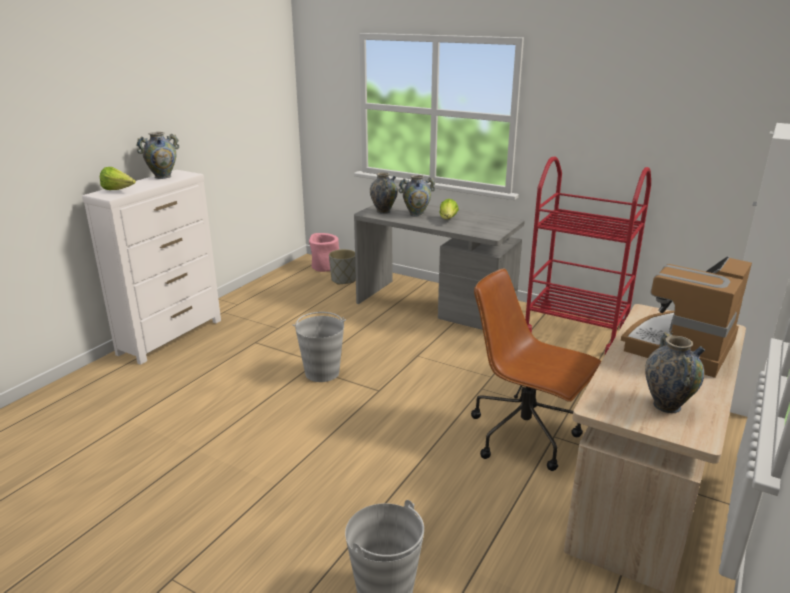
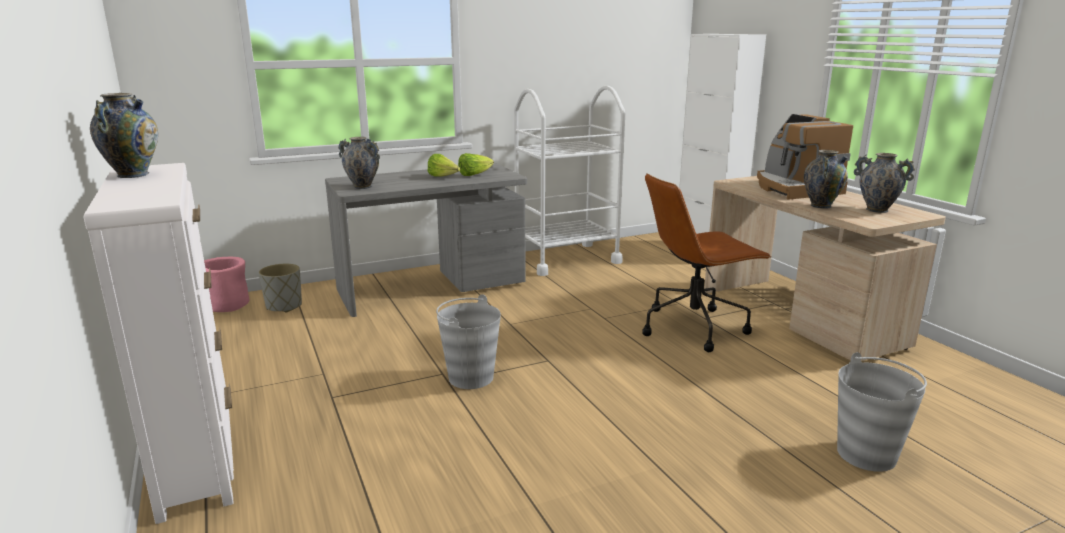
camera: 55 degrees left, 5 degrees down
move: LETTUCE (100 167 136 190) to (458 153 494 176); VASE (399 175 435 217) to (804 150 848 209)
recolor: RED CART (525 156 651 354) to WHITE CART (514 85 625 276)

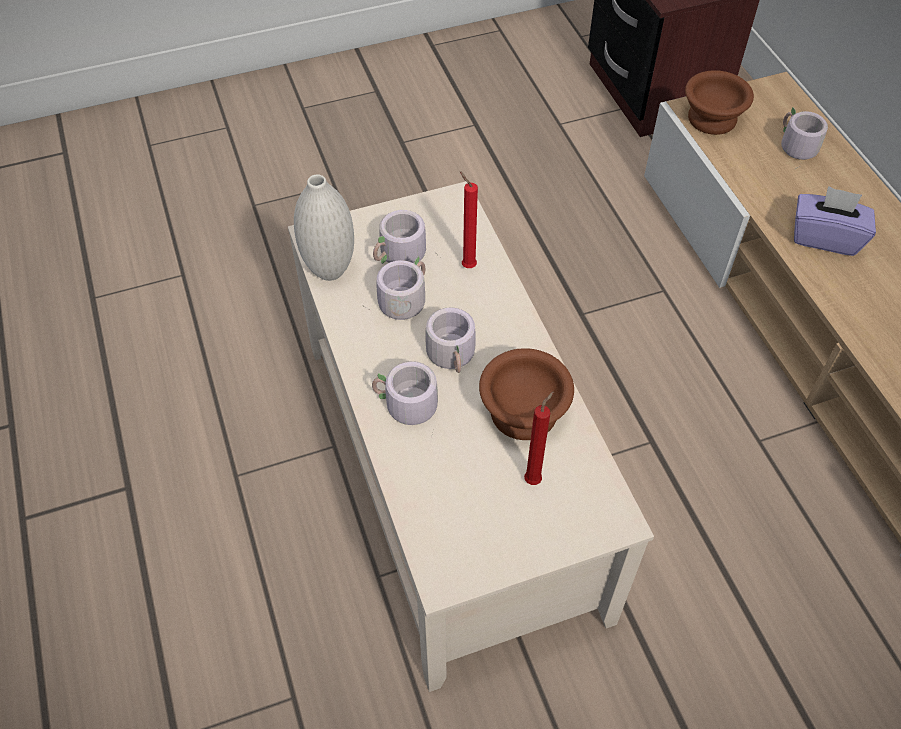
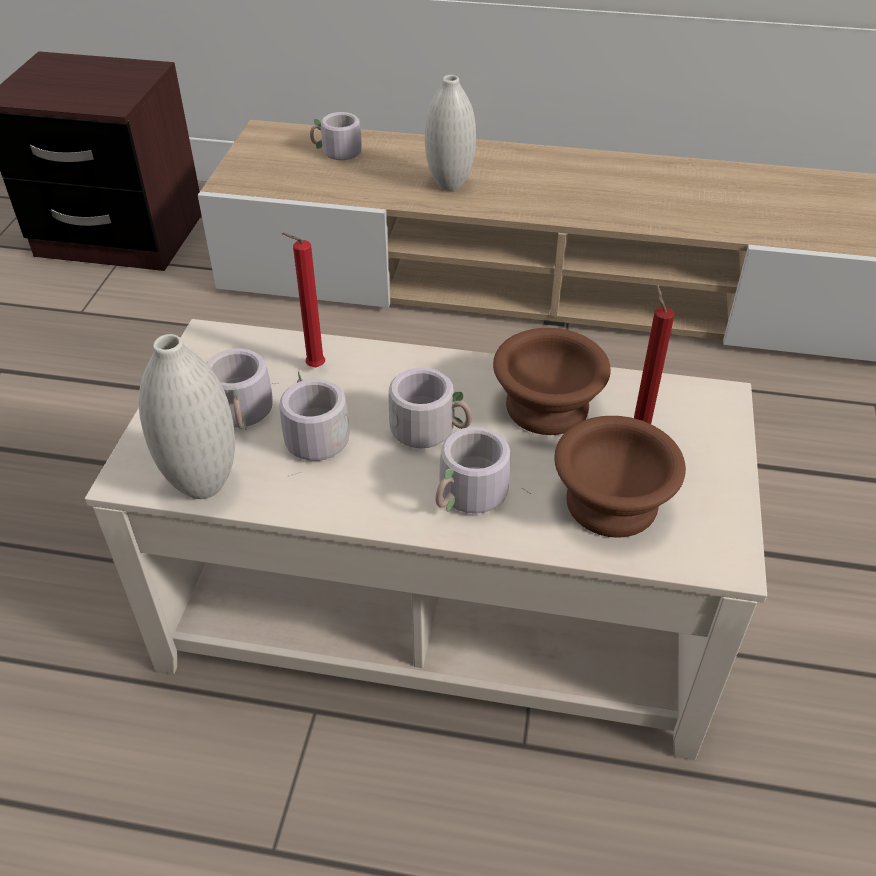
camera: 60 degrees left, 10 degrees down
move: BROWN BOWL (685 70 754 135) to (554 416 686 538)
replace: PURPLE TISSUE BOX (794 186 876 256) to WHITE VASE (425 75 476 191)

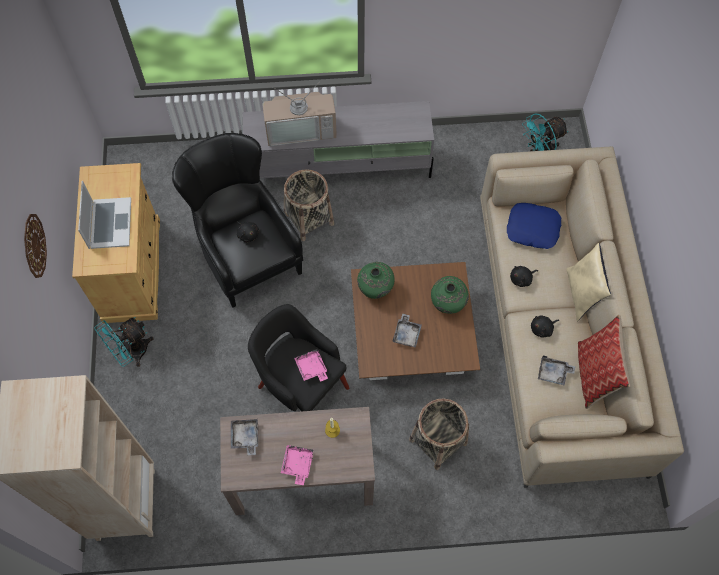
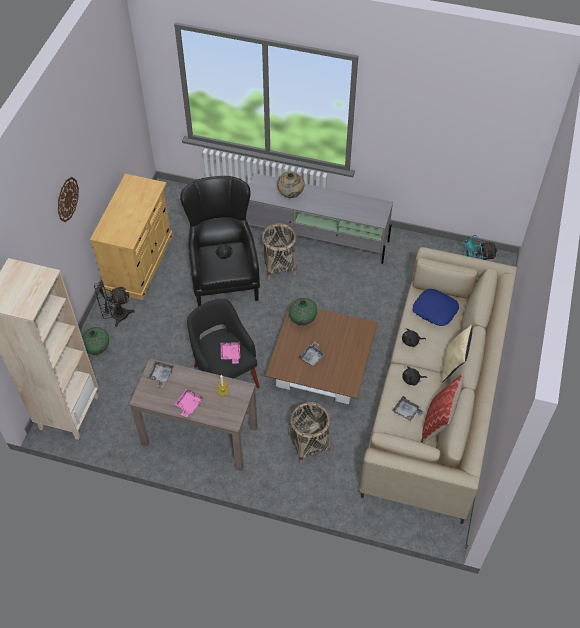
camera: 20 degrees right, 10 degrees down
delete: LAPTOP (78 181 131 249)
move: GREEN VASE (431 276 469 314) to (82 327 109 355)
replace: TELEVISION (262 82 337 146) to BEIGE VASE (277 172 305 198)
recolor: TURQUOISE FAN (94 317 154 367) to BLACK FAN (94 281 135 327)

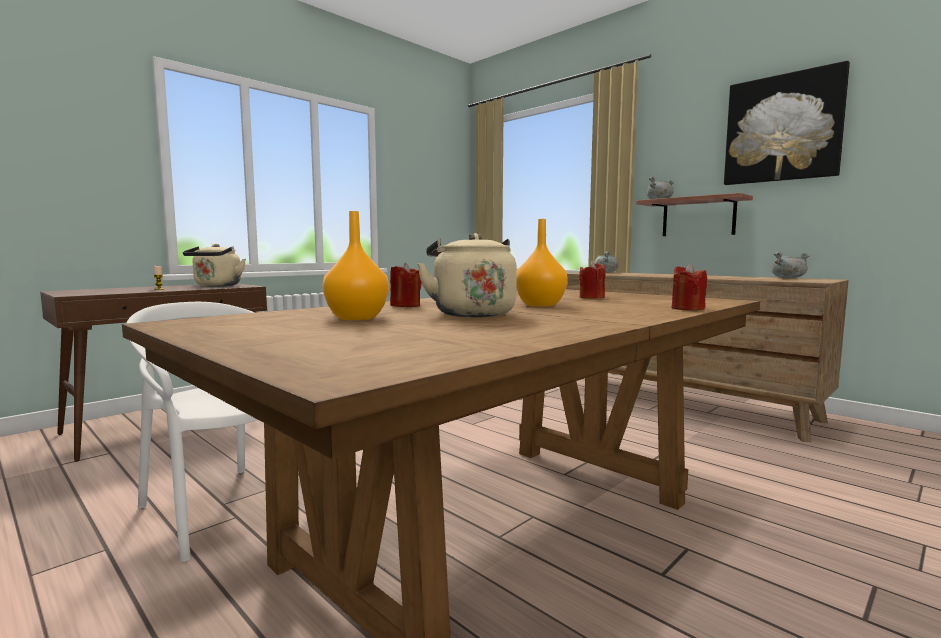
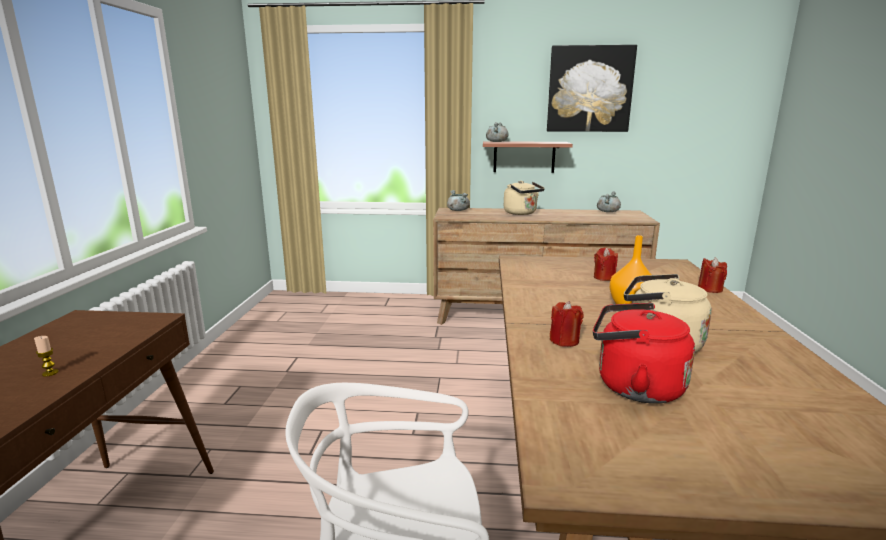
camera: 40 degrees left, 10 degrees up
move: BEIGE KETTLE (183 244 246 287) to (504 181 545 215)
replace: ORANGE VASE (323 211 389 320) to RED KETTLE (593 303 695 404)

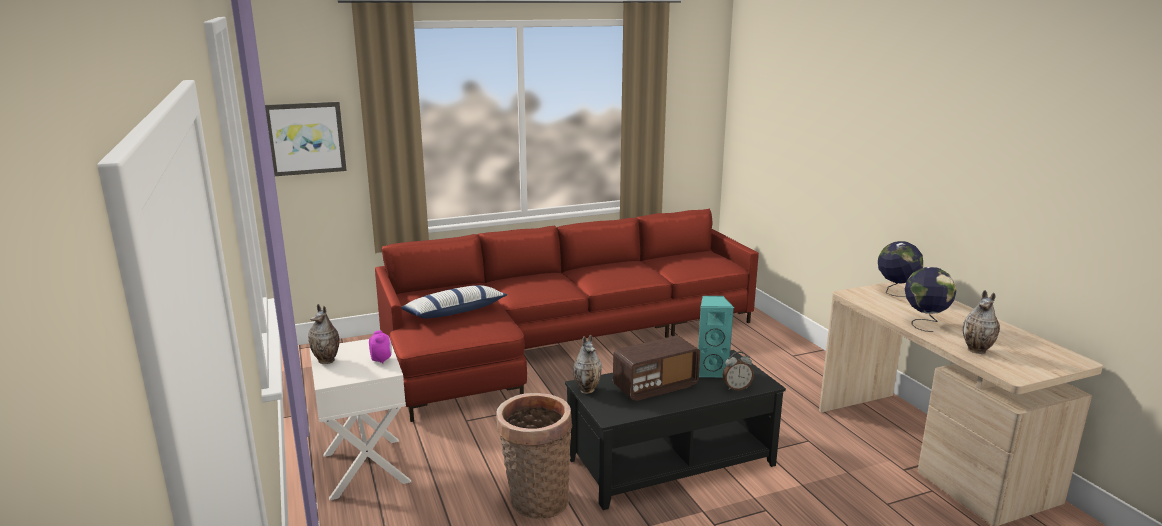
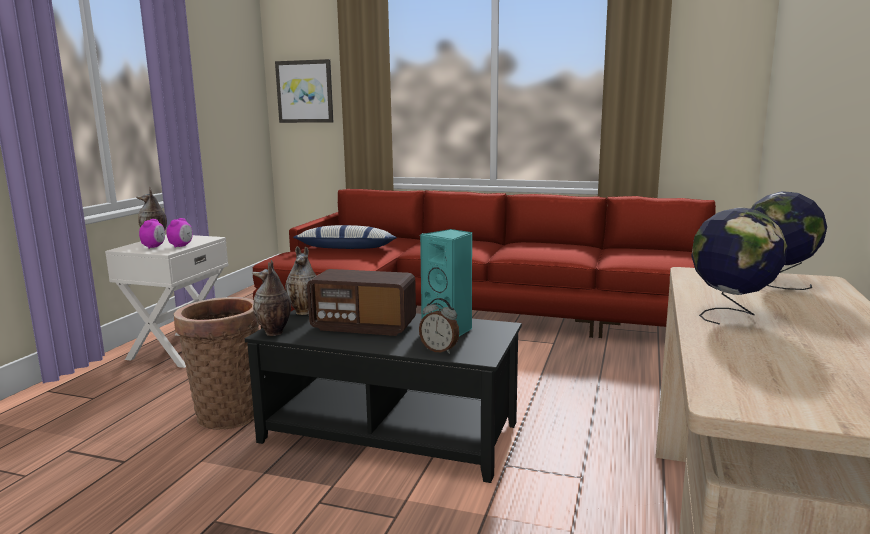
camera: 40 degrees right, 5 degrees down
insert: ALARM CLOCK (139 219 165 249)
move: VASE (962 290 1000 354) to (252 260 291 336)

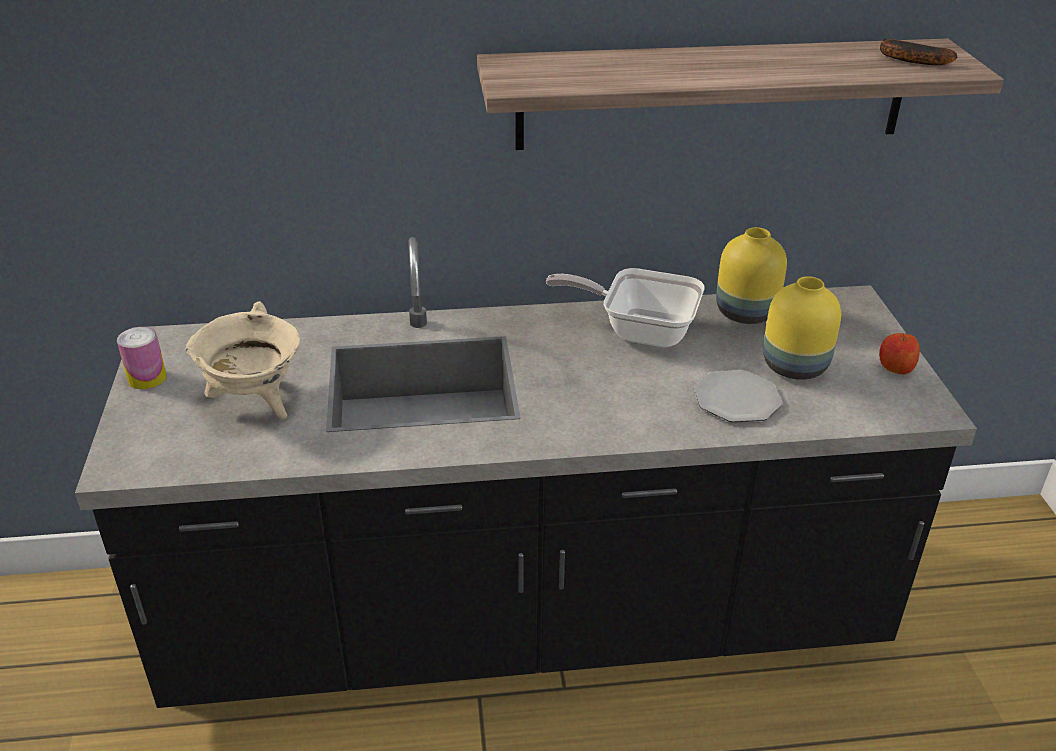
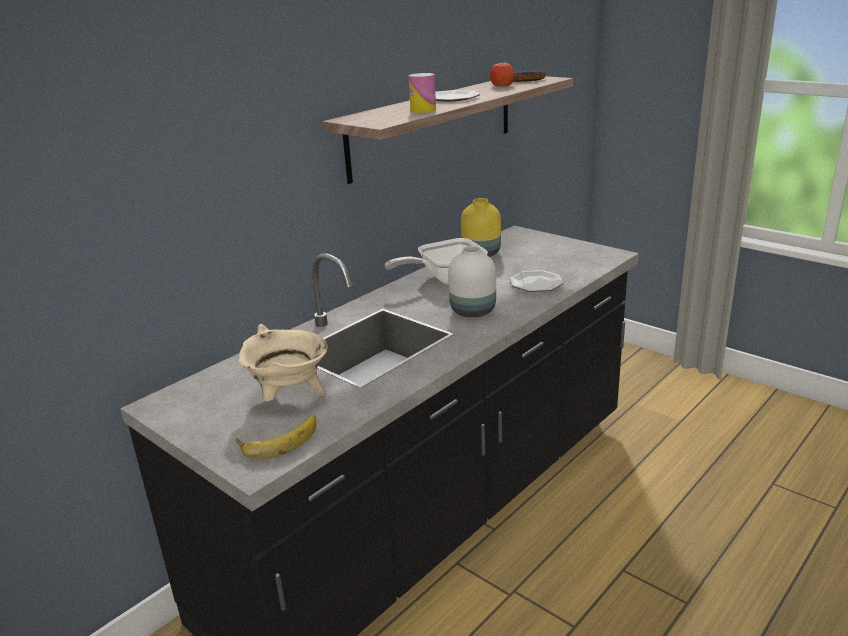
camera: 40 degrees left, 10 degrees down
delete: YELLOW VASE (763 276 841 380)
insert: PLATE (435 90 480 102); WHITE VASE (448 246 496 317); BANANA (236 415 317 459)
move: CAN (117 327 167 389) to (409 73 436 113); APPLE (879 333 920 374) to (490 60 514 86)

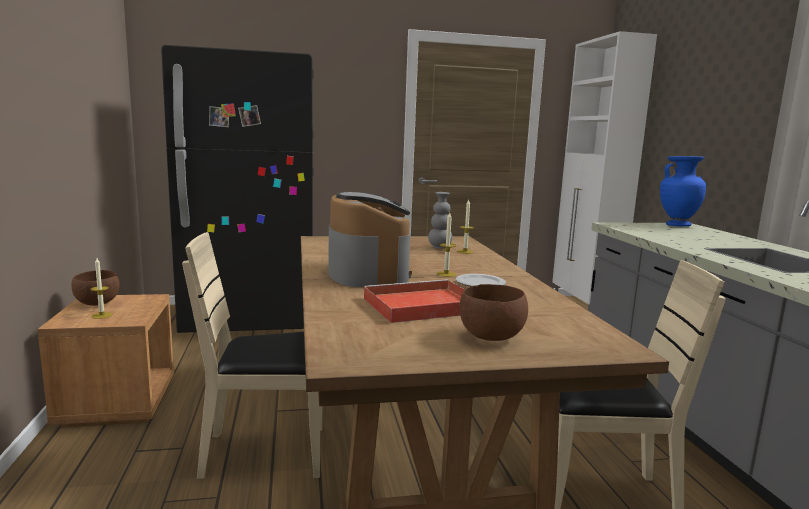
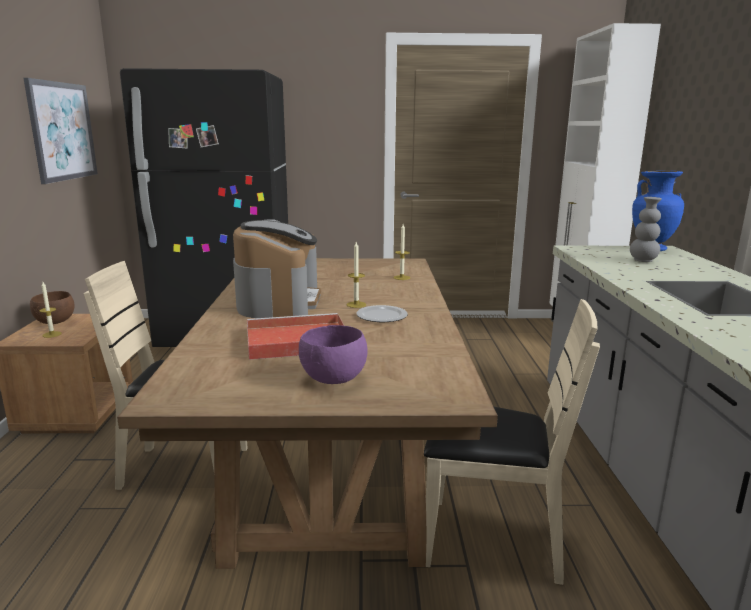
camera: 10 degrees right, 5 degrees up
insert: PICTURE (24 78 98 184)
move: GREY VASE (428 192 453 248) to (630 197 662 262)
recolor: BROWN BOWL (460 284 528 341) to PURPLE BOWL (299 325 368 384)

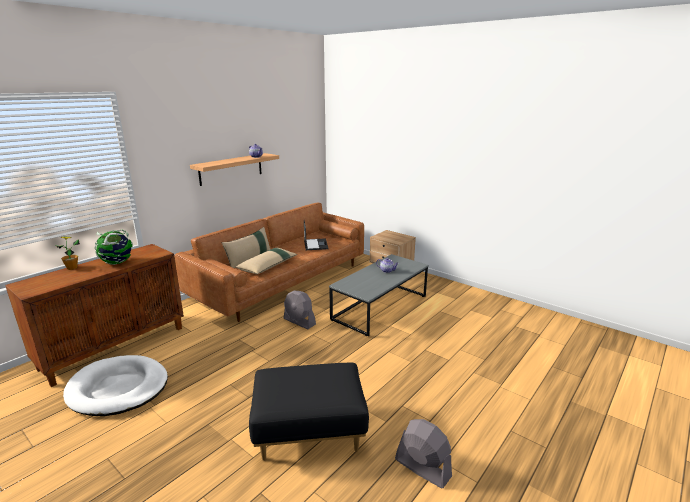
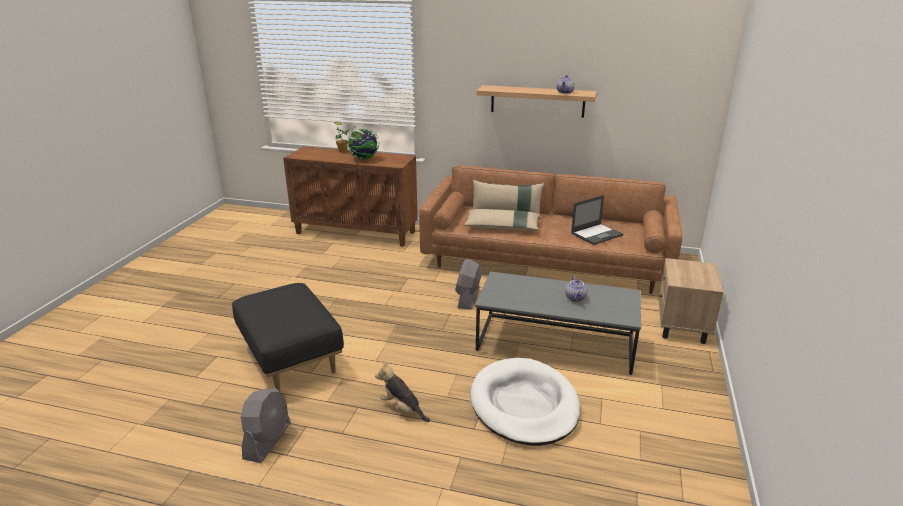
camera: 65 degrees right, 5 degrees up
insert: PLUSH TOY (375 361 430 422)
move: WHITE DOG BED (63 355 168 416) to (470 358 580 446)

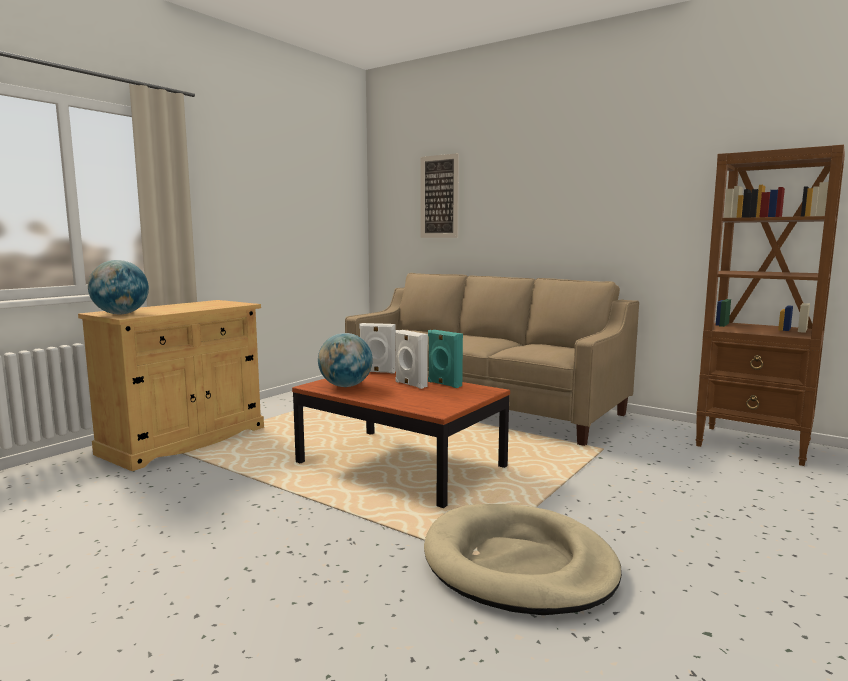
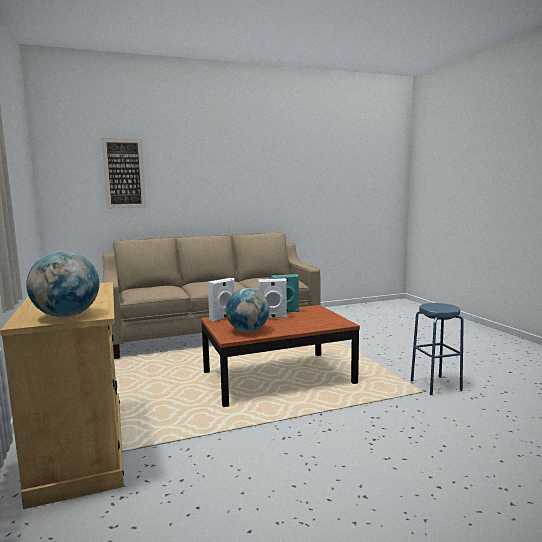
camera: 55 degrees left, 0 degrees up
delete: BROWN BOOKCASE (695 145 845 466)
replace: BEIGE DOG BED (424 504 622 615) to BLUE STOOL (411 303 464 395)

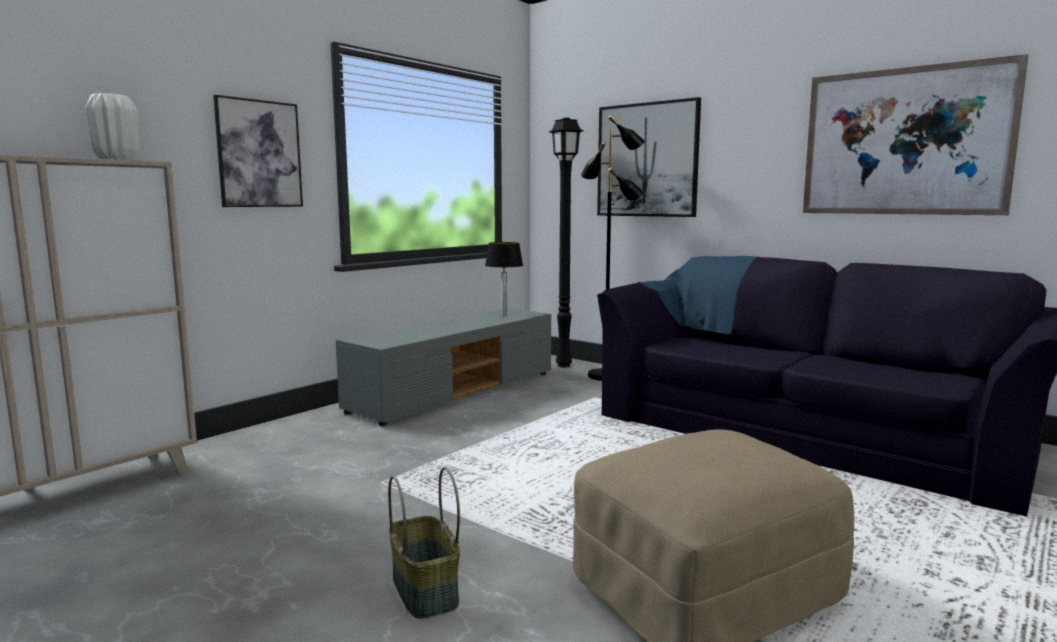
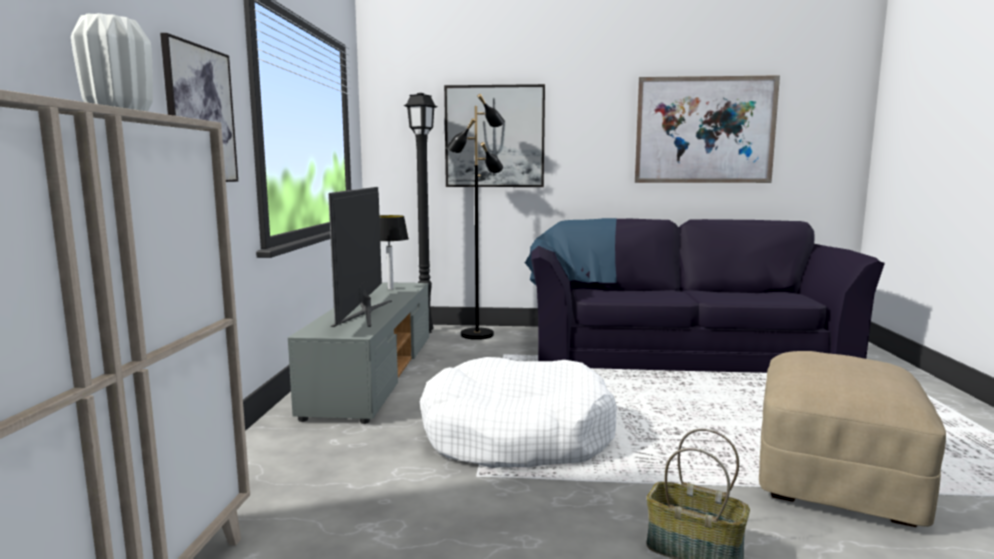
camera: 35 degrees left, 0 degrees up
insert: TELEVISION (328 187 392 327); WHITE DOG BED (419 357 617 468)

